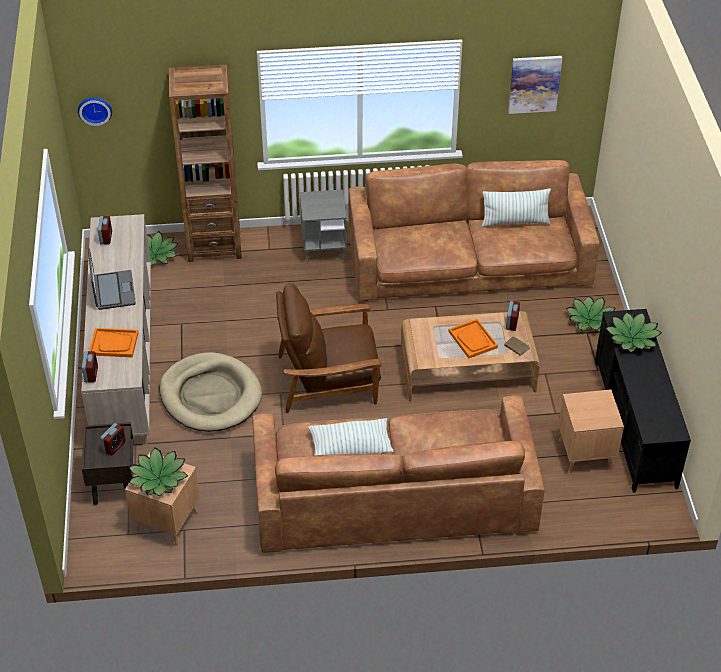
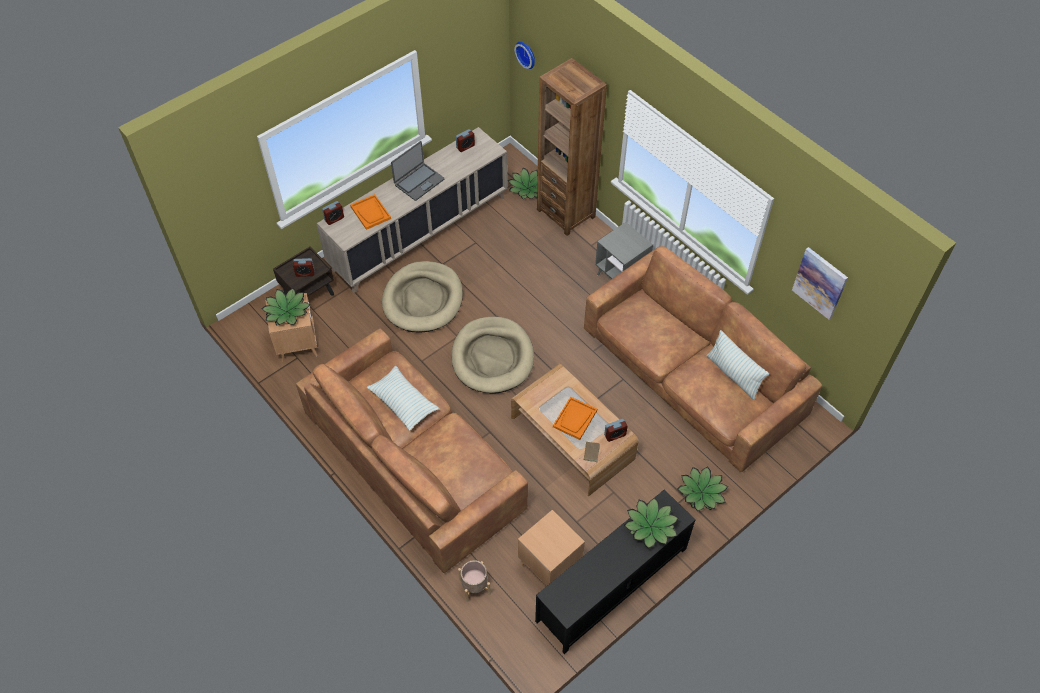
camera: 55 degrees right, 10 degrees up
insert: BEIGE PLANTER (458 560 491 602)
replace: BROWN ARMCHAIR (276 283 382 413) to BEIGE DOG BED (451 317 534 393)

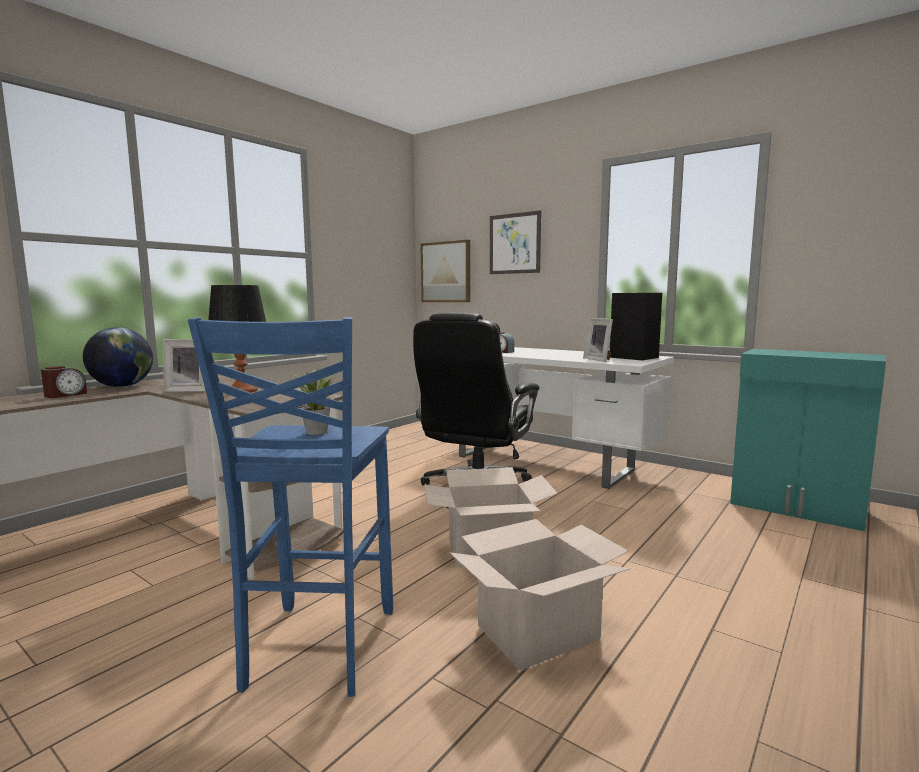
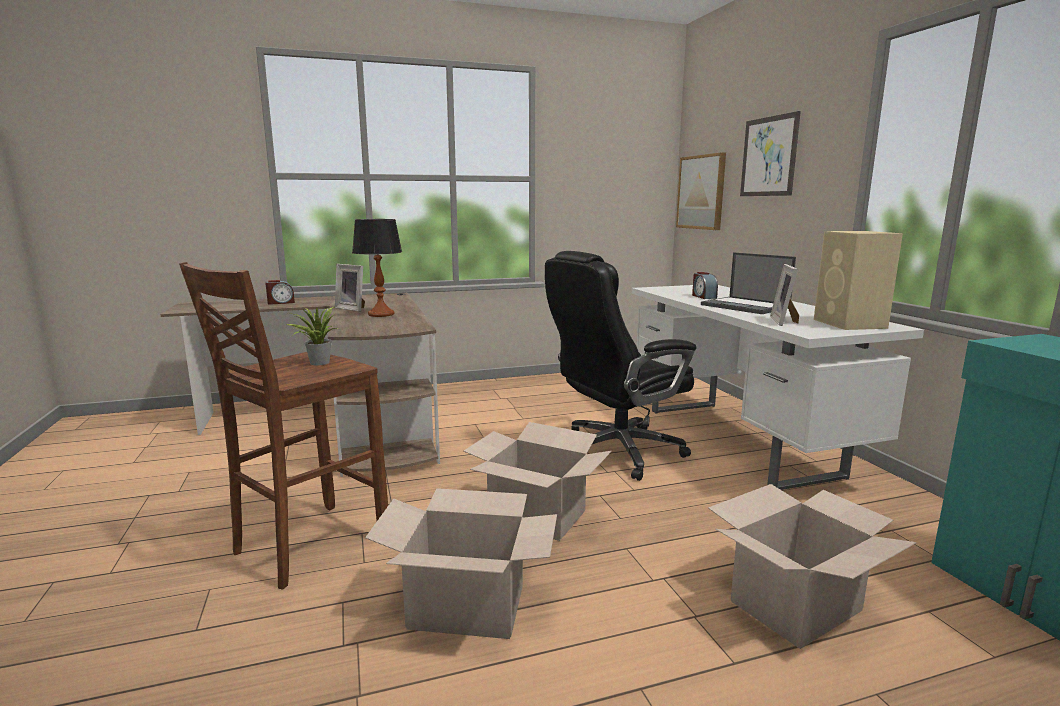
camera: 35 degrees right, 5 degrees up
delete: GLOBE (83 327 153 387)
insert: LAPTOP (701 252 796 314); CARDBOARD BOX (708 484 916 649)
recolor: BLACK SPEAKER (610 293 662 360) to BEIGE SPEAKER (814 231 903 330); BLUE STOOL (188 317 393 697) to BROWN STOOL (179 262 388 590)

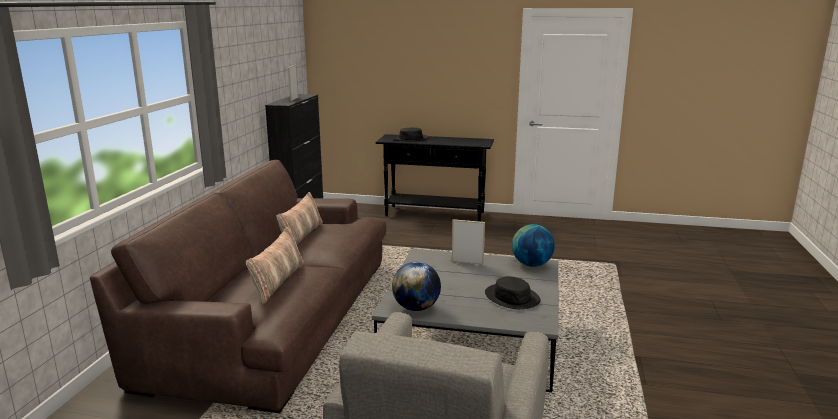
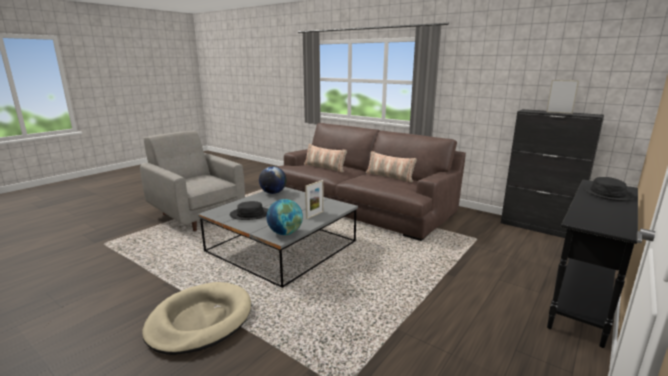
camera: 115 degrees right, 0 degrees up
insert: BEIGE DOG BED (142 282 251 355)

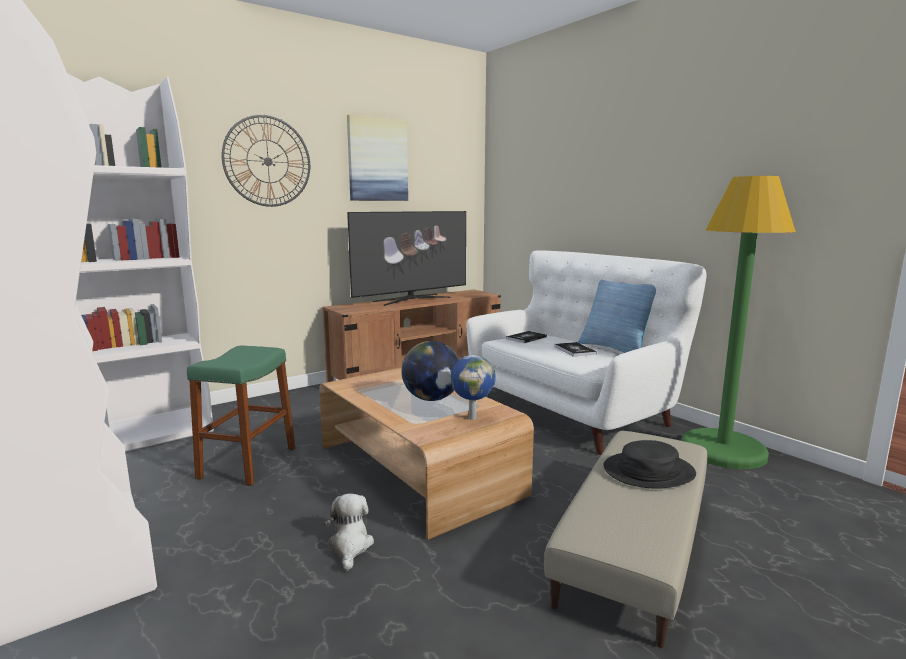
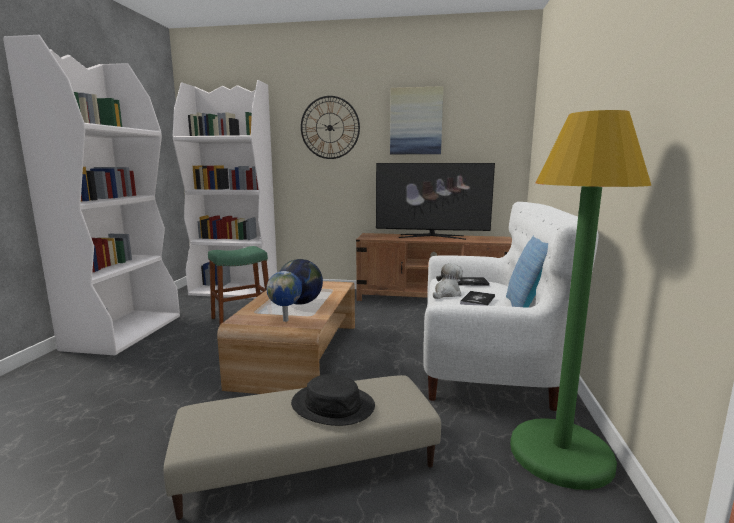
camera: 45 degrees right, 0 degrees up
move: PLUSH TOY (324 494 374 571) to (433 263 463 299)

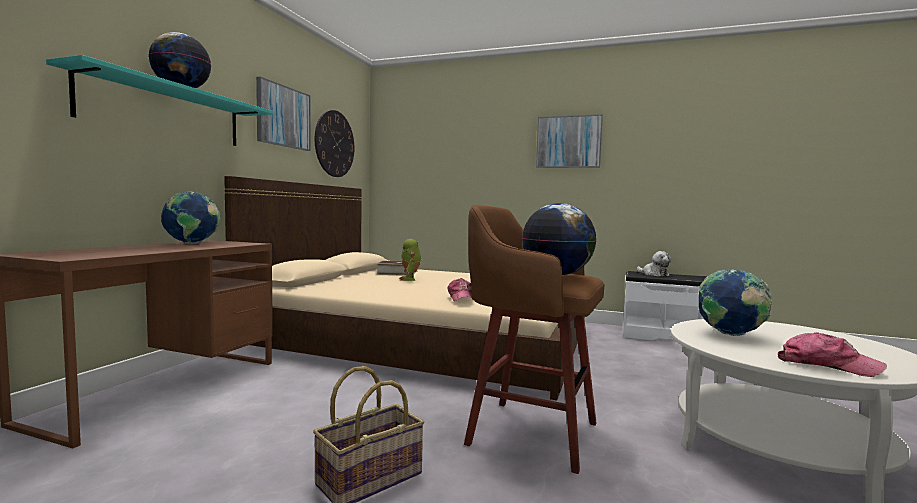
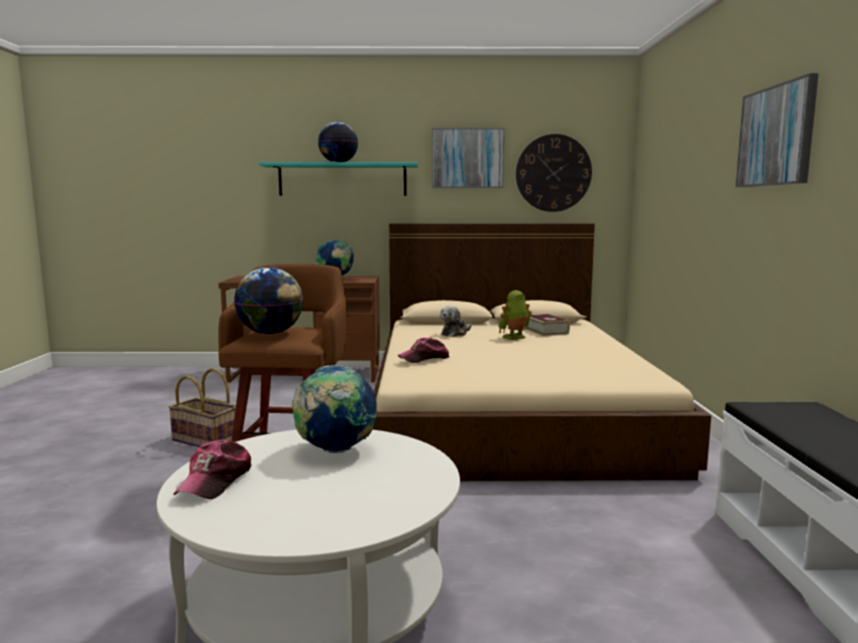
camera: 70 degrees right, 5 degrees up
move: PLUSH TOY (637 251 671 277) to (440 306 472 337)

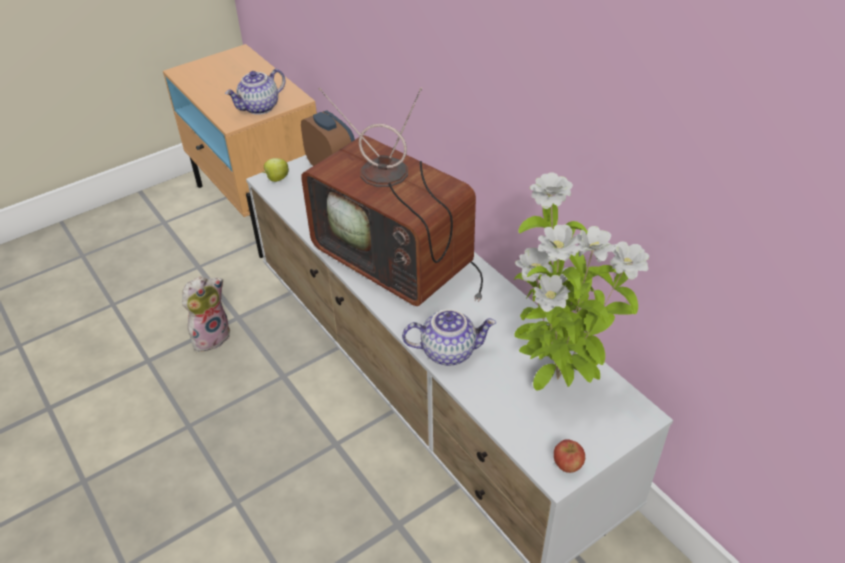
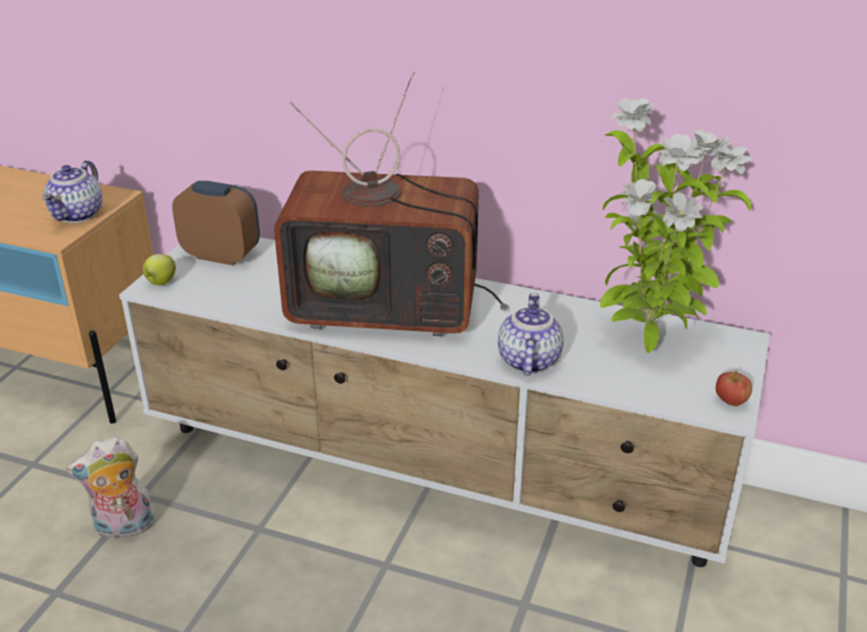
camera: 35 degrees left, 10 degrees down
rotate: PLUSH TOY (182 276 230 353) = (67 436 156 540) 120 degrees counterclockwise; TEAPOT (402 309 496 366) = (498 293 564 375) 45 degrees counterclockwise

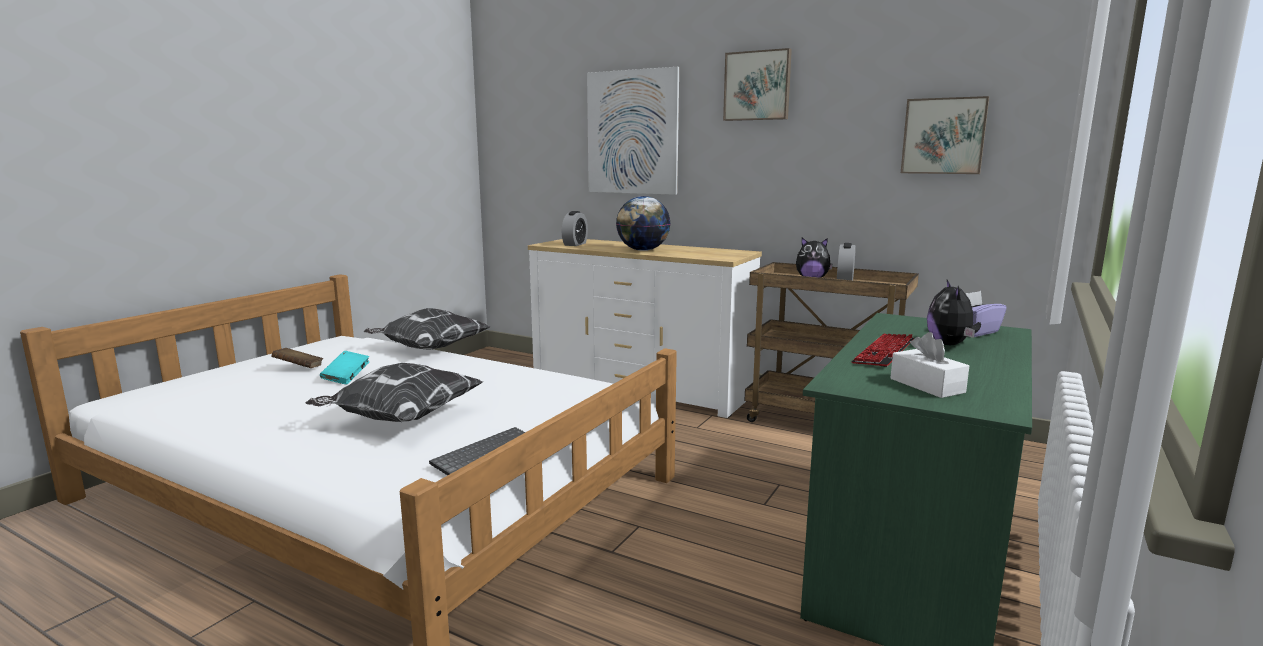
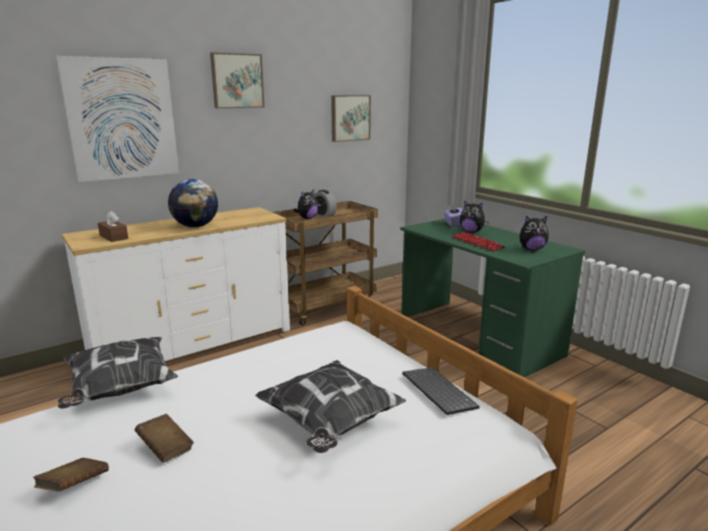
camera: 65 degrees left, 5 degrees up
replace: ALARM CLOCK (562 211 588 246) to BROWN TISSUE BOX (98 211 128 242); WHITE TISSUE BOX (891 332 969 398) to PLUSH TOY (520 216 549 251)
recolor: TURQUOISE BOOK (320 351 370 384) to BROWN BOOK (135 414 194 463)

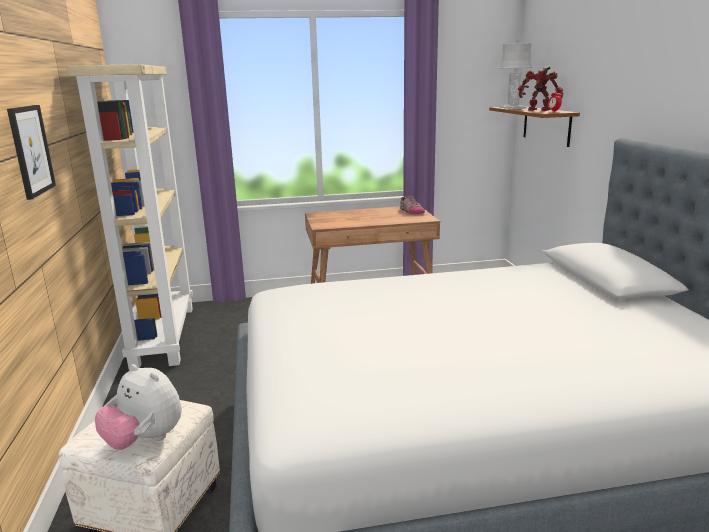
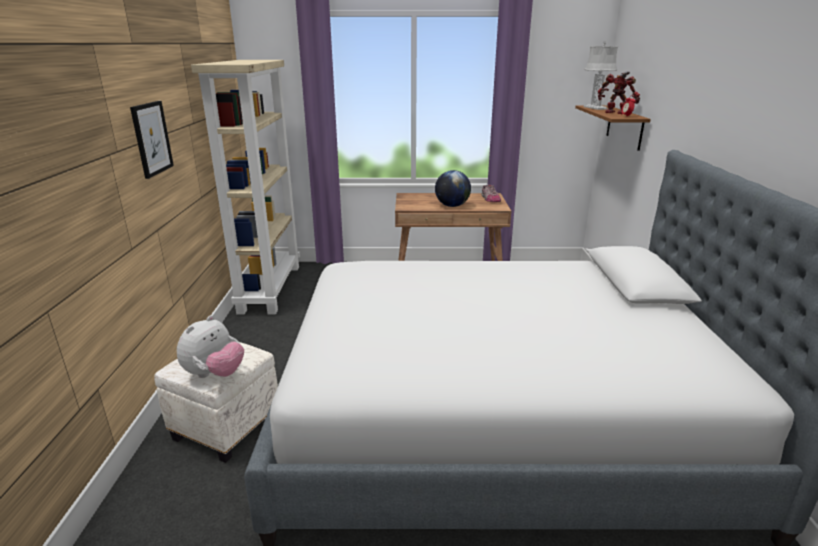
camera: 10 degrees right, 5 degrees up
insert: GLOBE (435 170 471 207)
rotate: PLUSH TOY (95 364 182 450) = (177 315 244 378) 105 degrees counterclockwise

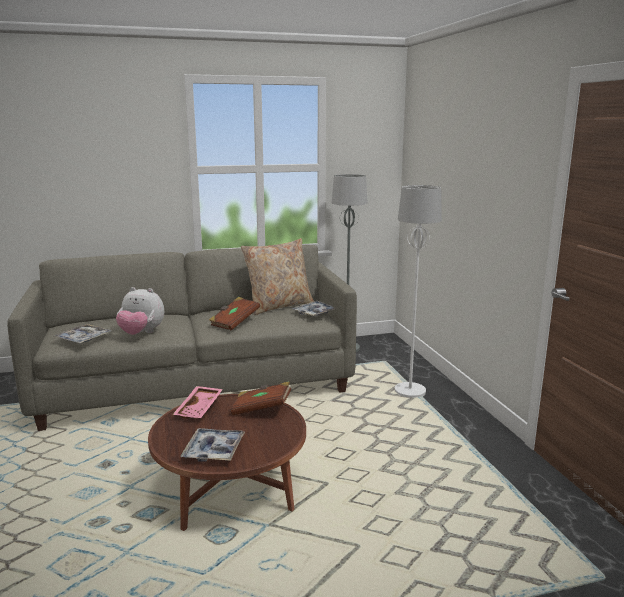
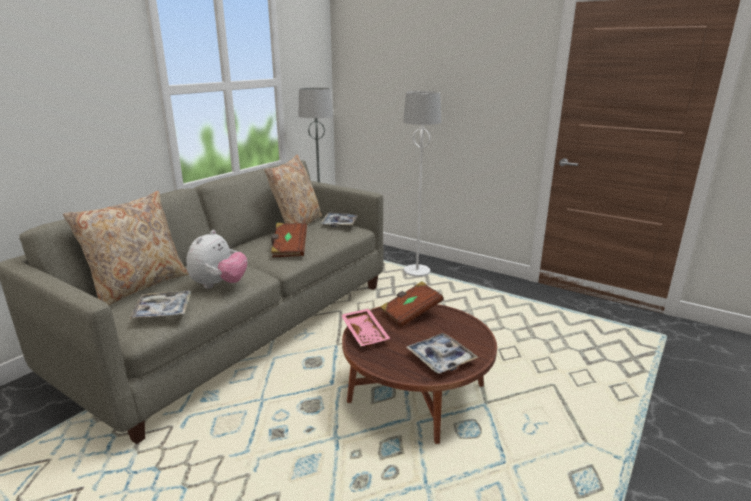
camera: 40 degrees left, 5 degrees up
insert: BEIGE PILLOW (63 191 189 305)
rotate: PLUSH TOY (116 287 164 335) = (186 230 247 289) 45 degrees counterclockwise

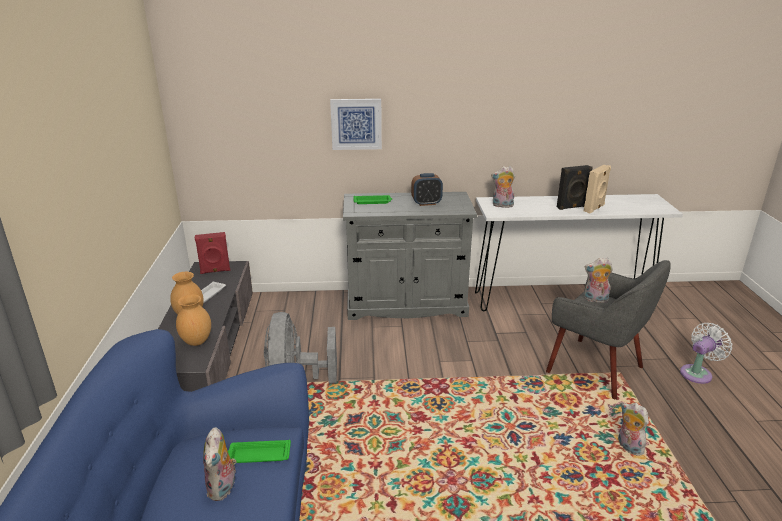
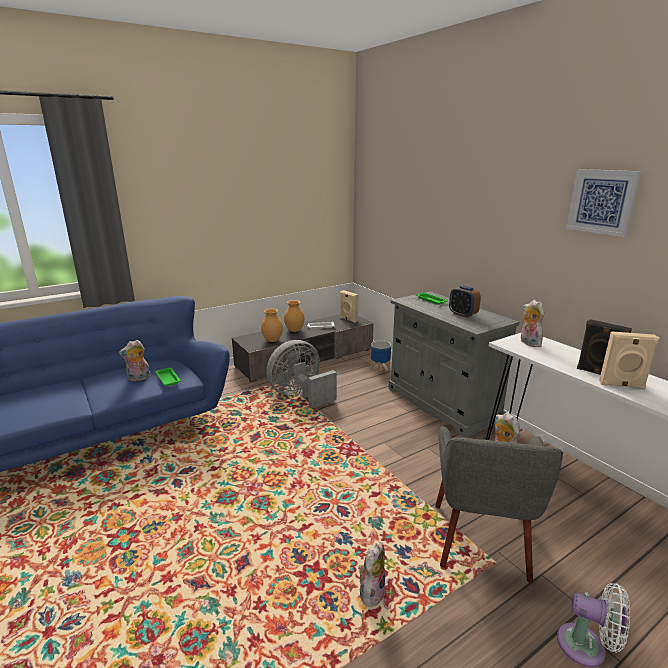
camera: 60 degrees right, 5 degrees down
insert: PLANTER (370 341 391 373)
move: PICTURE (330 99 382 150) to (566 169 642 237)
recolor: RED SPEAKER (195 232 230 274) to BEIGE SPEAKER (340 290 359 323)

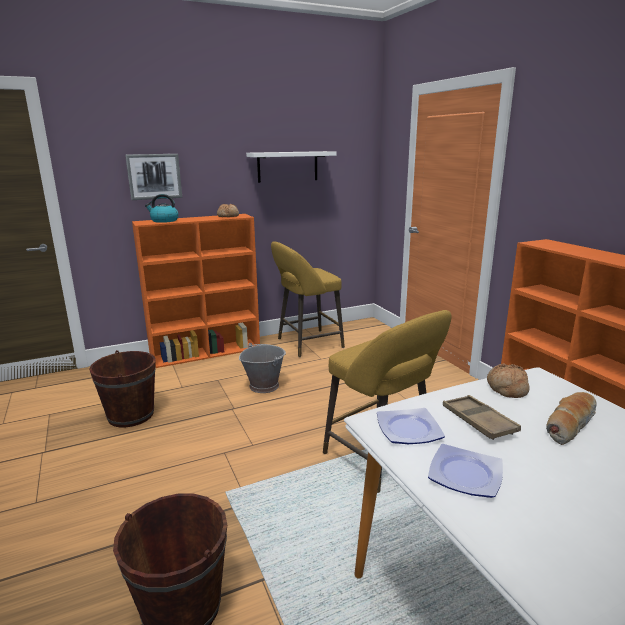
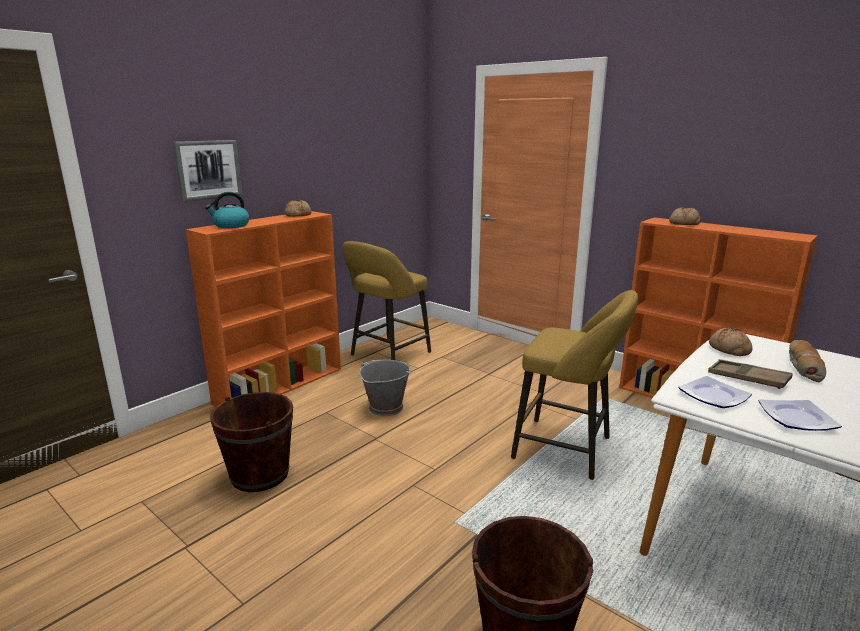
camera: 25 degrees left, 0 degrees up
delete: WHITE SHELF (246 151 337 183)
insert: BREAD (669 207 701 225)

